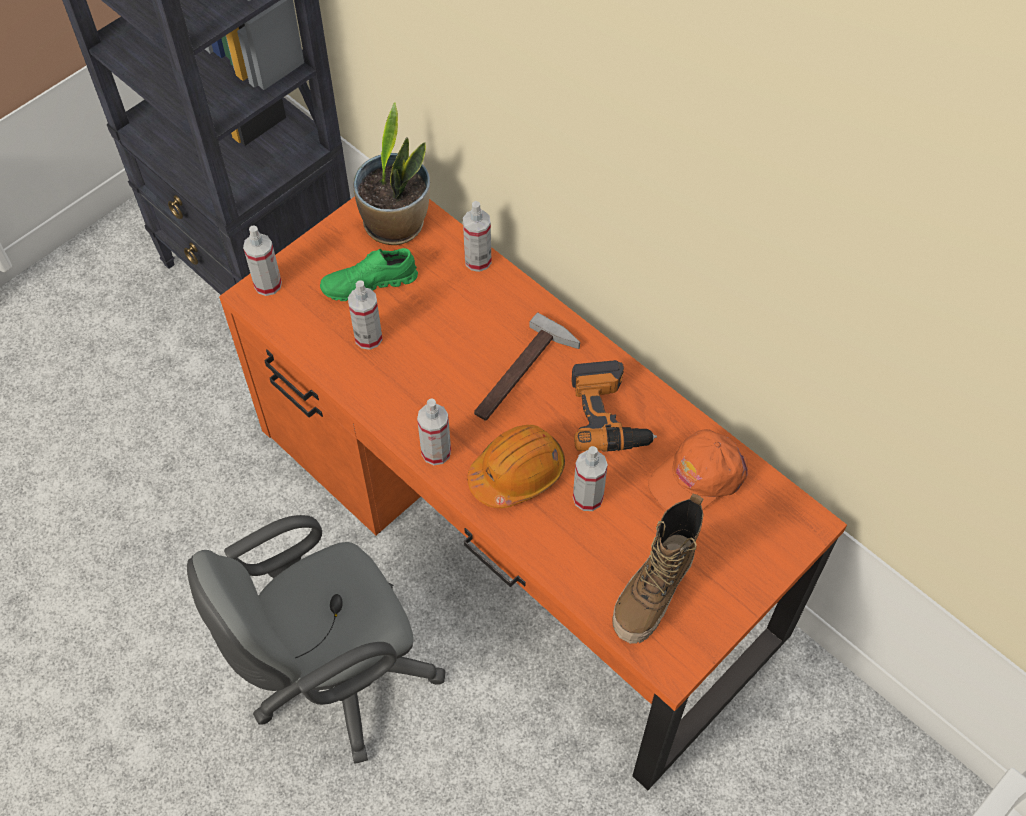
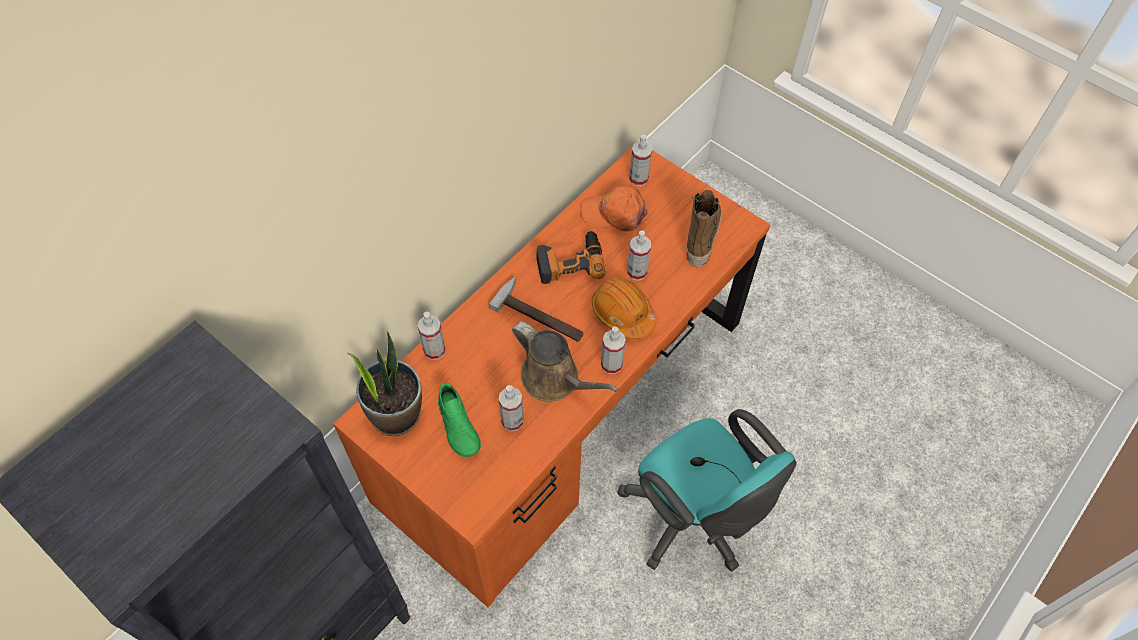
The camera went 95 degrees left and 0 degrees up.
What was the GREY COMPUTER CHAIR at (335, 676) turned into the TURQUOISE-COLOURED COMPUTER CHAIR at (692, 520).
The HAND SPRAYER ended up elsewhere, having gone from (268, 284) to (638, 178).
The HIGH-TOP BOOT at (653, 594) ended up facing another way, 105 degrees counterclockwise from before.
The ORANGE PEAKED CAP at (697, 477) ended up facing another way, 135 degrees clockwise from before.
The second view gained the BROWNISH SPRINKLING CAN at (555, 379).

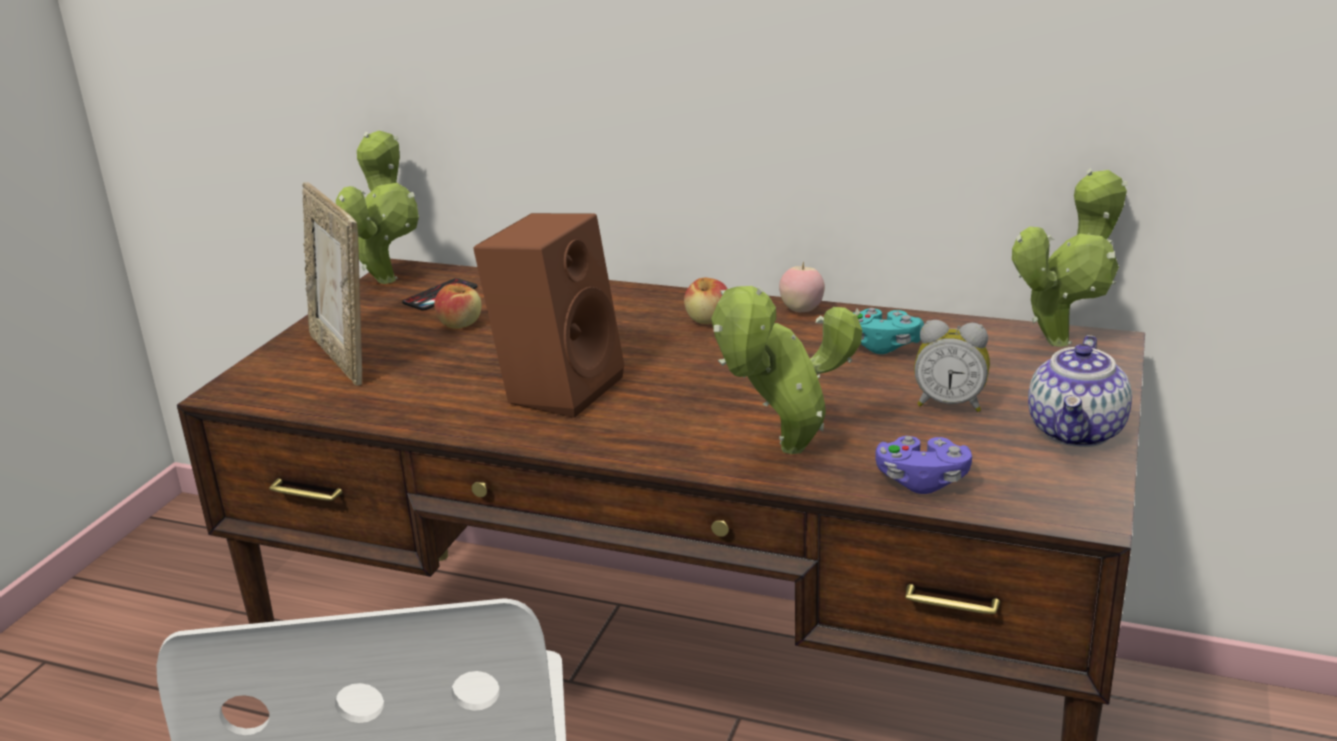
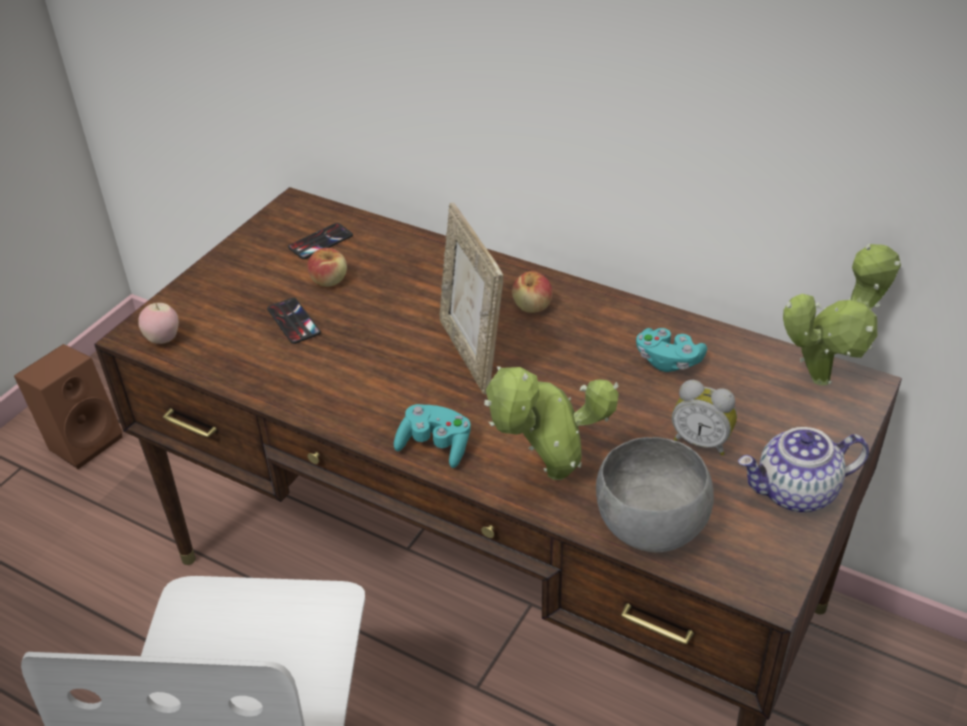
The camera went 10 degrees right and 15 degrees up.
The PICTURE FRAME ended up elsewhere, having gone from (344, 357) to (471, 353).
The second view lost the PLANT IN A POT at (387, 277).
The BROWNISH SPEAKER ended up elsewhere, having gone from (558, 387) to (84, 440).
The WHOLE APPLE ended up elsewhere, having gone from (801, 310) to (163, 339).
Where the PURPLE GAMEPAD stood at (922, 481), the GREY DEEP DISH came to stand at (648, 529).
The TEAPOT at (1077, 432) ended up facing another way, 45 degrees clockwise from before.
The second view gained the PHONE at (293, 321).
The second view gained the TURQUOISE-COLOURED GAMEPAD at (435, 446).

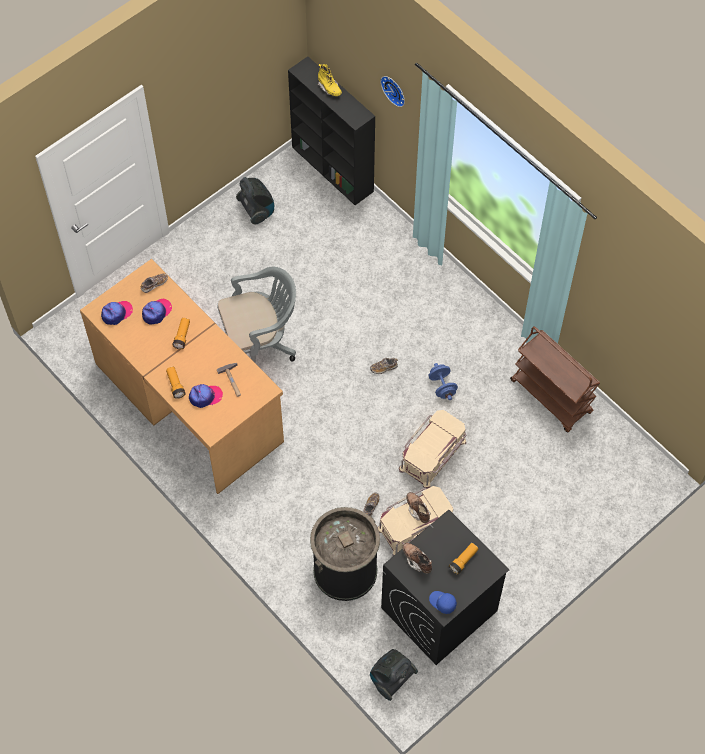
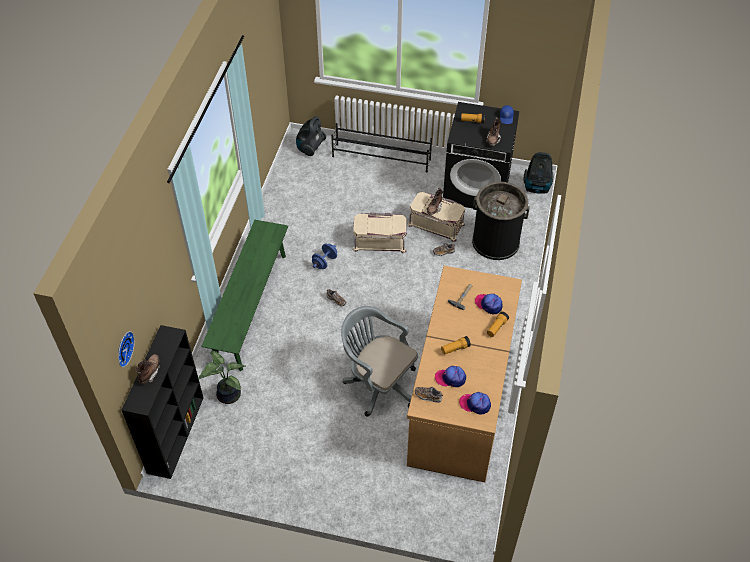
The camera went 125 degrees left and 10 degrees down.
The VACUUM ended up elsewhere, having gone from (257, 210) to (310, 148).
What was the YELLOWISH HIGH-TOP BOOT at (329, 88) turned into the BROWNISH HIGH-TOP BOOT at (150, 372).
The HANGING CLOCK ended up elsewhere, having gone from (394, 89) to (123, 348).
The second view lost the BROWNISH TROLLEY at (551, 397).
The second view gained the PLANT IN A POT at (227, 395).
The second view gained the GREEN INDOOR BENCH at (251, 308).
The second view gained the BLACK SHOE SHELF at (381, 158).

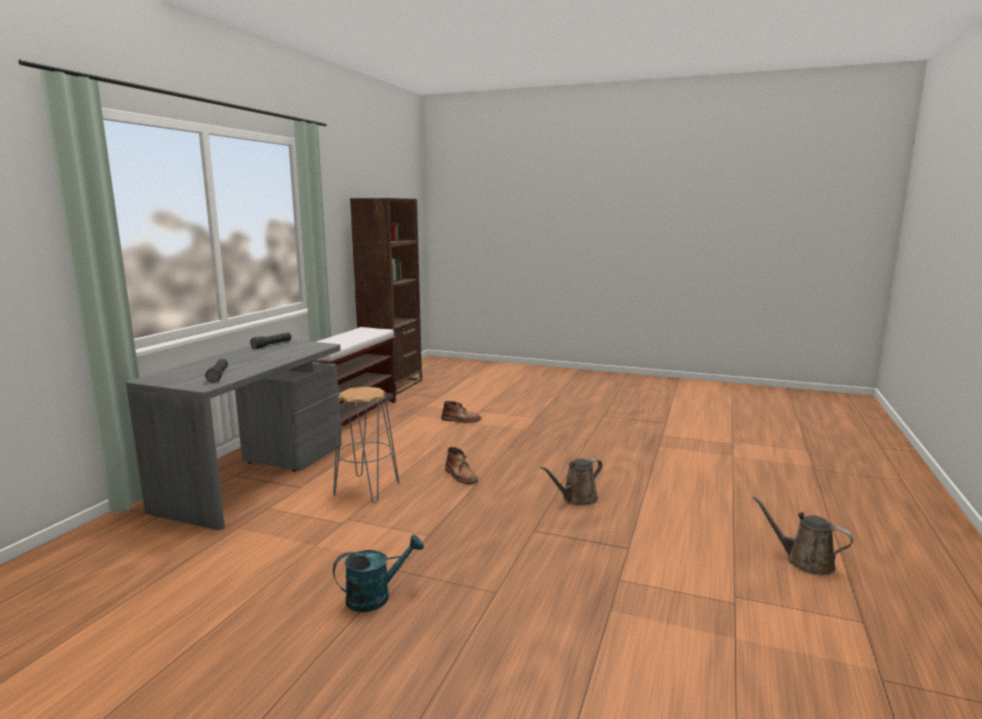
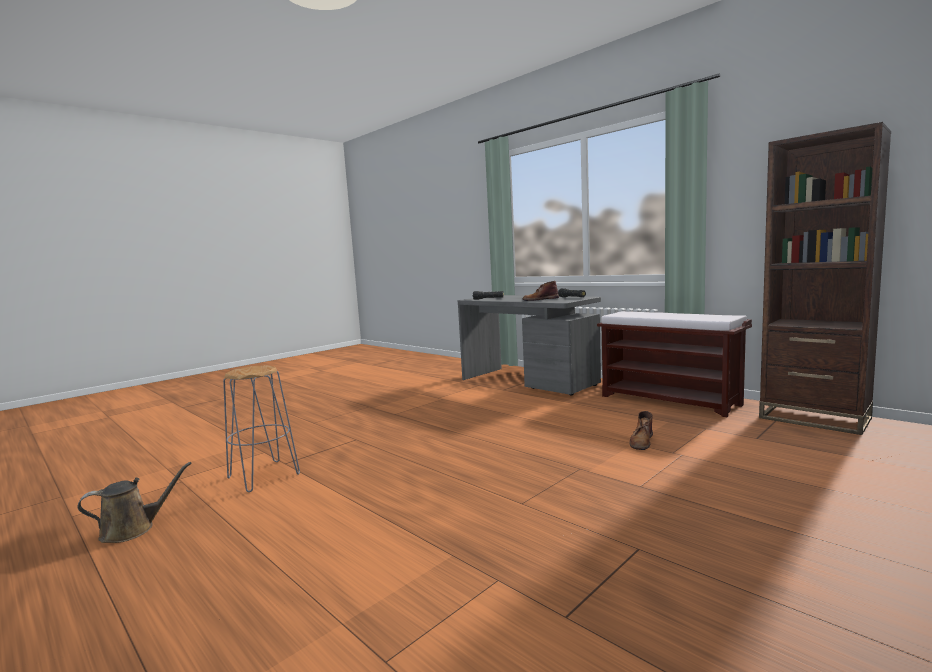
The camera went 115 degrees right and 5 degrees down.
The GREY SITTING STOOL ended up elsewhere, having gone from (366, 489) to (263, 476).
The second view lost the TURQUOISE-COLOURED SPRINKLING CAN at (376, 596).
The BROWNISH HIGH-TOP BOOT ended up elsewhere, having gone from (461, 476) to (540, 299).
The second view lost the BROWNISH SPRINKLING CAN at (576, 499).

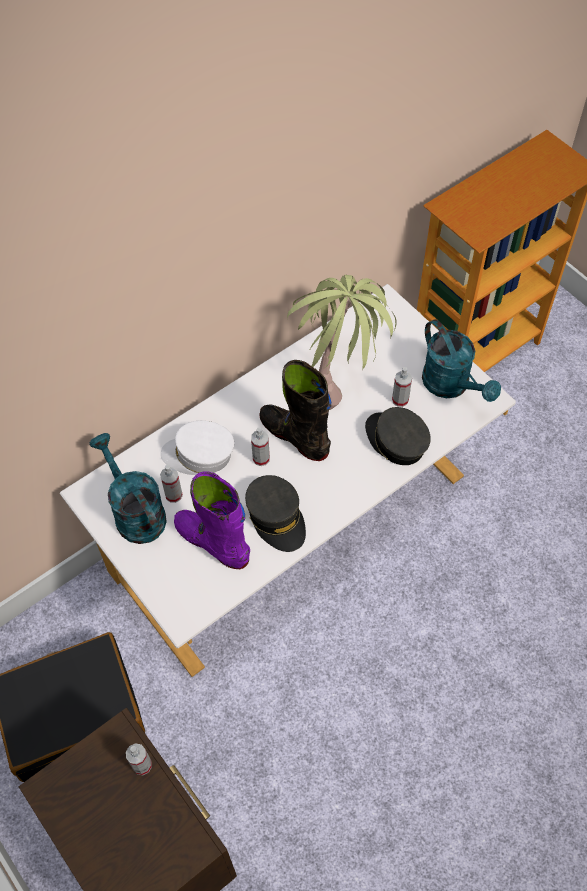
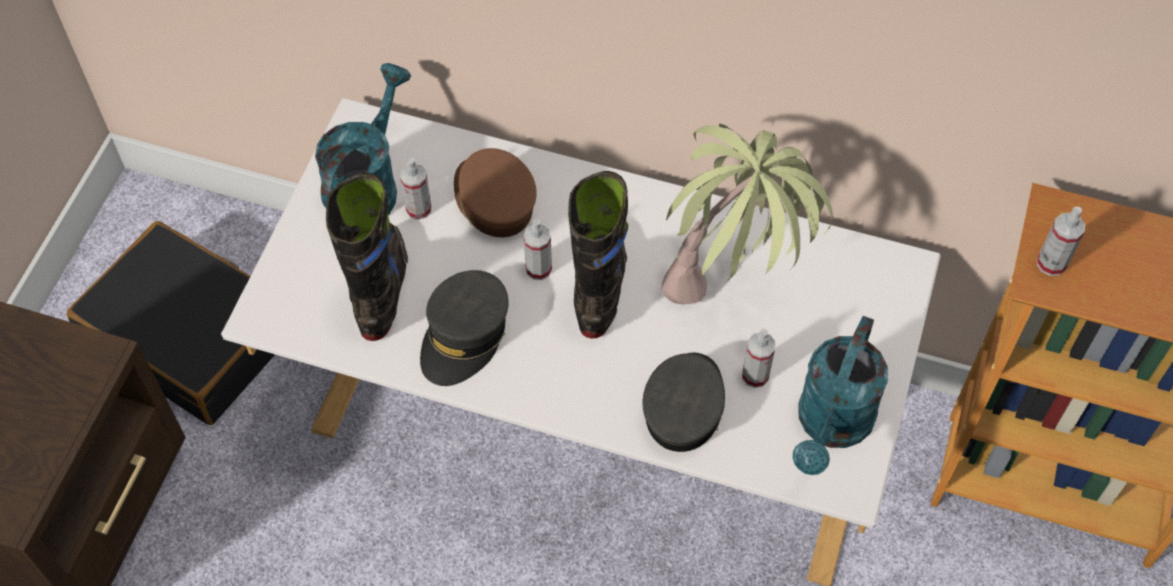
The camera went 55 degrees right and 0 degrees up.
The HAND SPRAYER ended up elsewhere, having gone from (142, 765) to (1051, 263).
What was the WHITE-COLOURED PEAKED CAP at (199, 455) turned into the BROWNISH PEAKED CAP at (493, 201).
What was the PURPLE HIGH-TOP BOOT at (213, 543) turned into the BLACK HIGH-TOP BOOT at (382, 289).

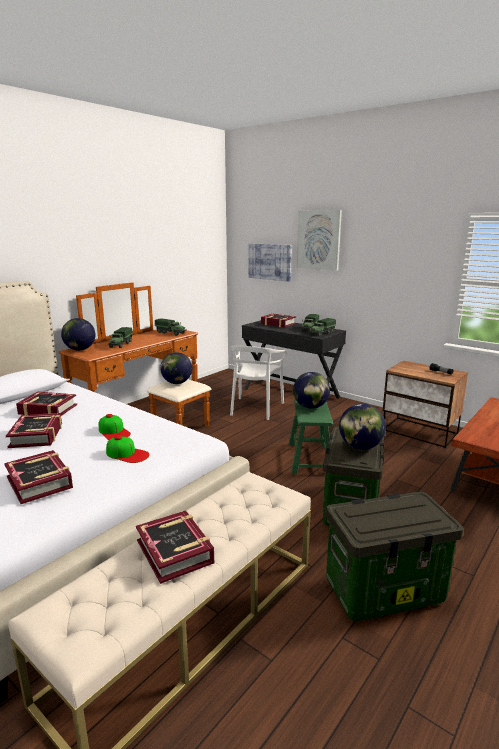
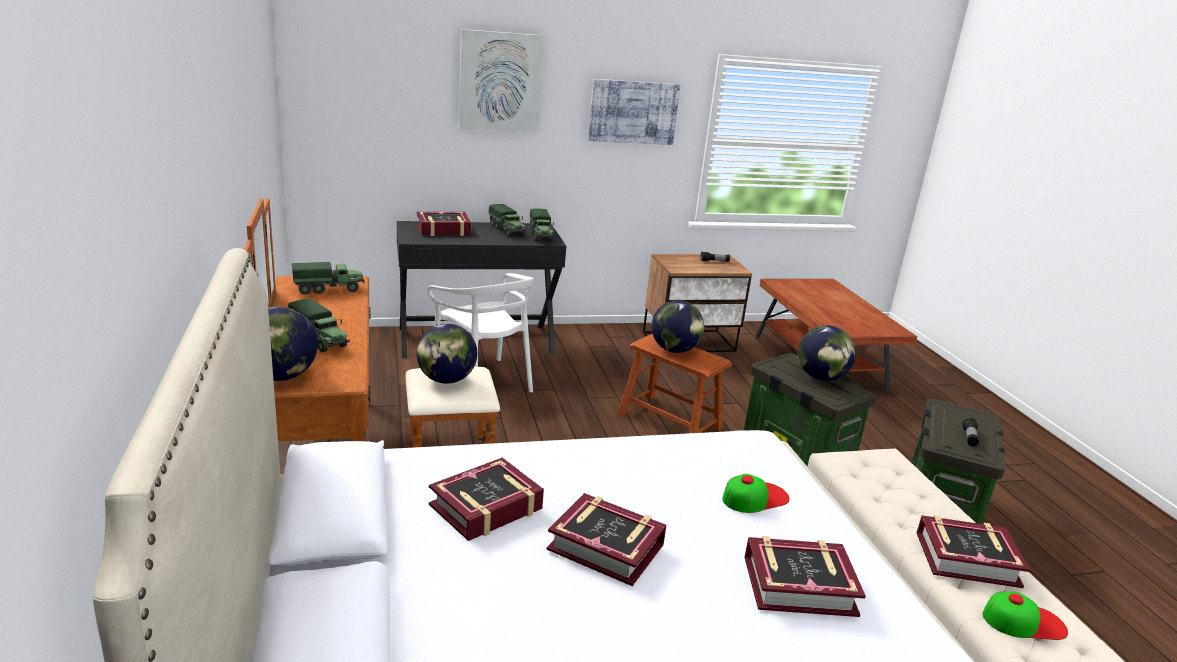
The camera went 55 degrees left and 5 degrees up.
The PEAKED CAP ended up elsewhere, having gone from (114, 432) to (1024, 621).
The PICTURE ended up elsewhere, having gone from (270, 262) to (633, 112).
What was the GREEN SITTING STOOL at (309, 458) turned into the BROWNISH SITTING STOOL at (670, 421).
The second view gained the FLASHLIGHT at (969, 437).

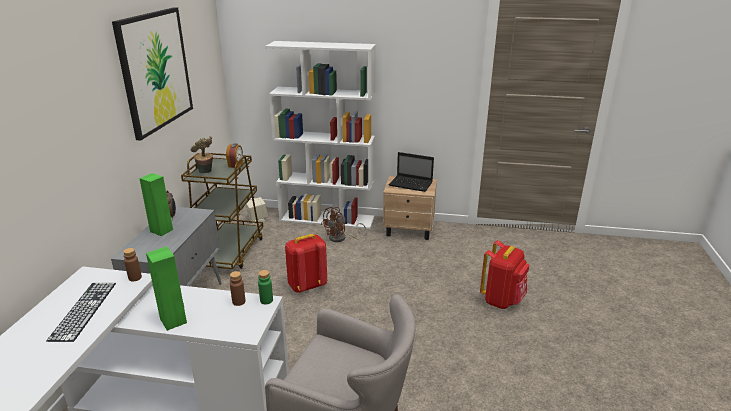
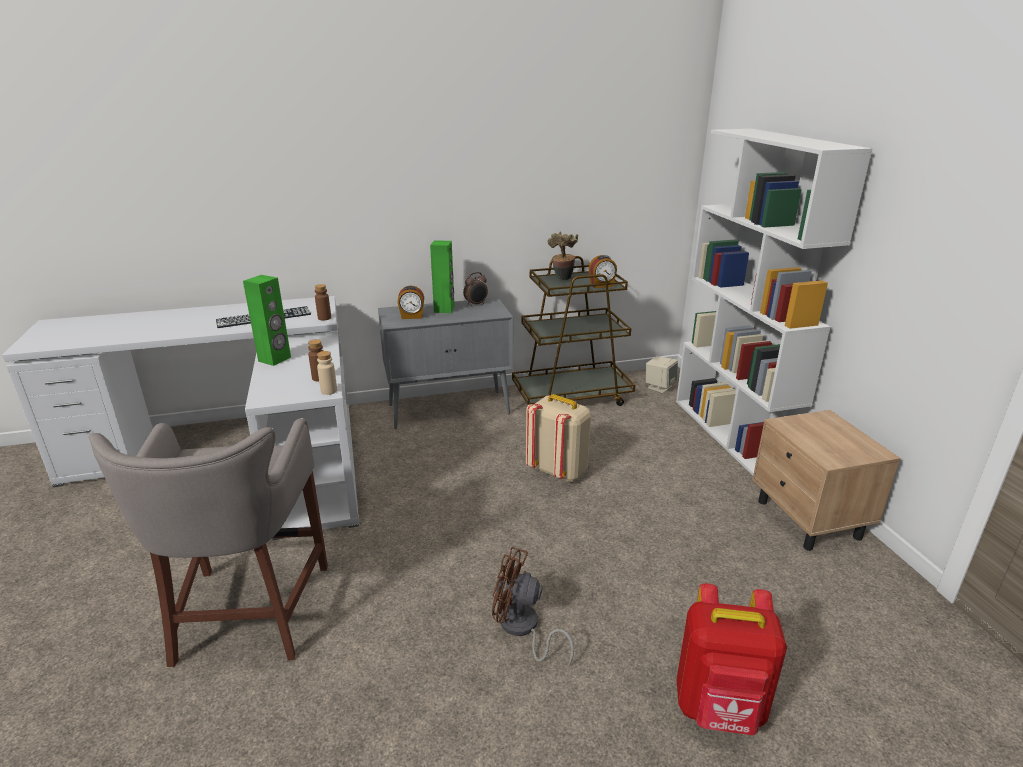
The camera went 65 degrees right and 0 degrees up.
The second view lost the PICTURE at (155, 70).
What was the GREEN BEVERAGE BOTTLE at (266, 300) turned into the SAND-COLOURED BEVERAGE BOTTLE at (329, 391).
What was the RED-COLOURED BACKPACK at (307, 285) turned into the SAND-COLOURED BACKPACK at (558, 471).
The BROWNISH COOLING FAN ended up elsewhere, having gone from (341, 238) to (522, 629).
The second view lost the PORTABLE COMPUTER at (411, 184).
The second view gained the BEDSIDE CLOCK at (412, 316).

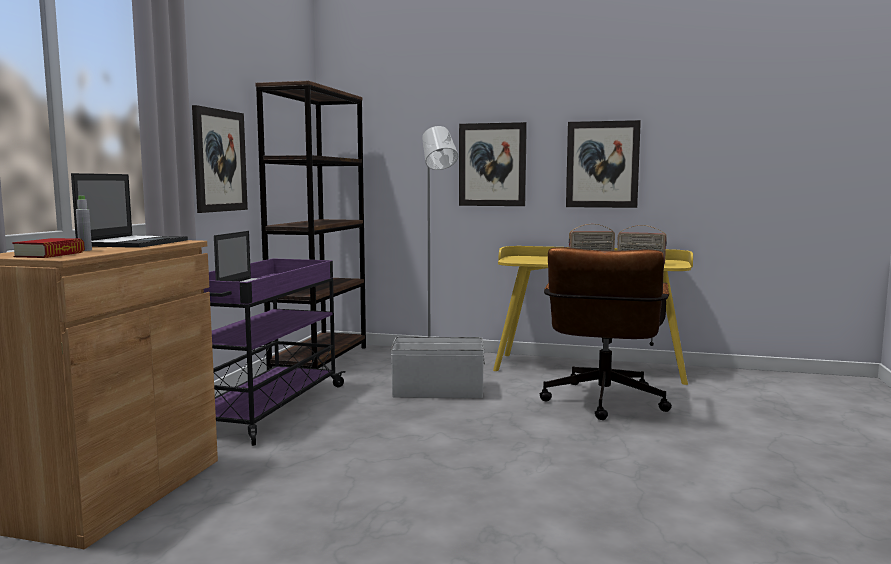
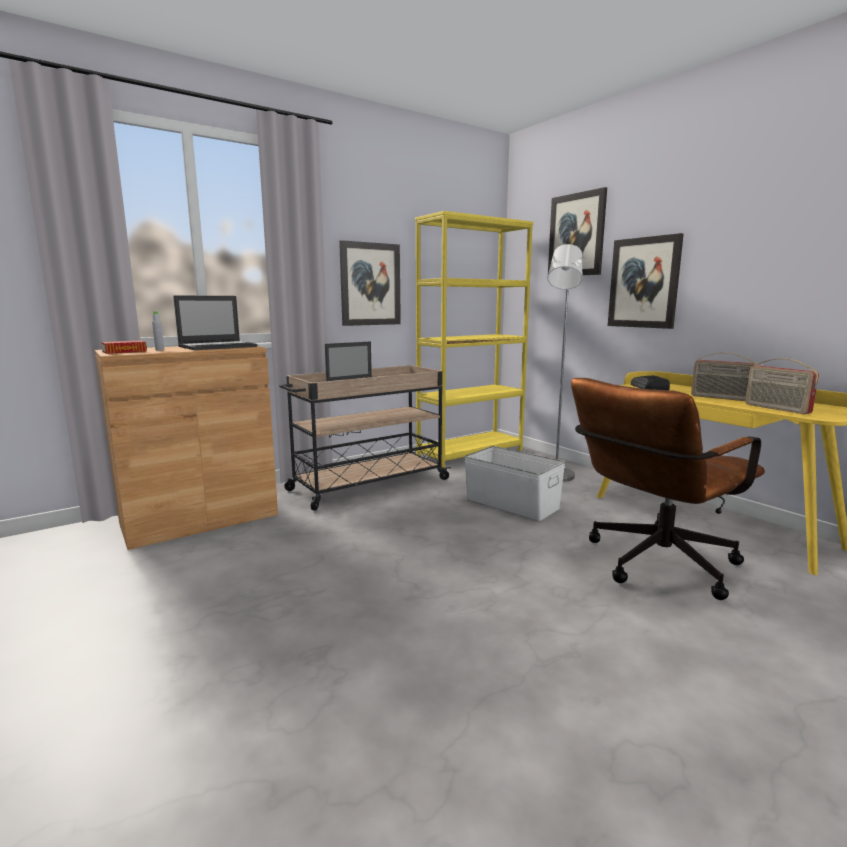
The camera went 40 degrees right and 5 degrees up.
What was the PURPLE TROLLEY at (265, 410) turned into the SAND-COLOURED TROLLEY at (367, 485).
What was the BROWNISH BOOKCASE at (320, 359) turned into the YELLOWISH BOOKCASE at (470, 453).
The PICTURE ended up elsewhere, having gone from (602, 164) to (576, 235).
The second view gained the RADIO at (650, 388).

